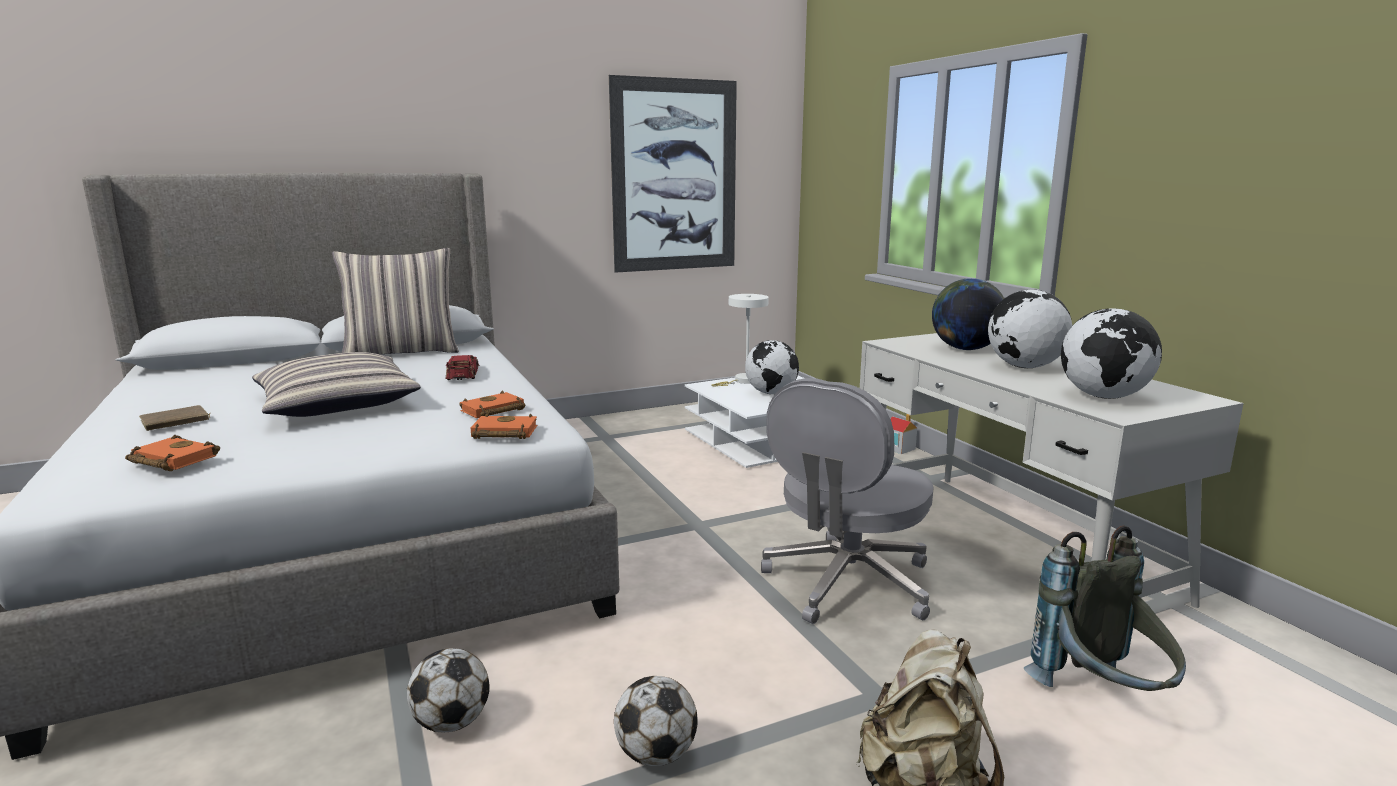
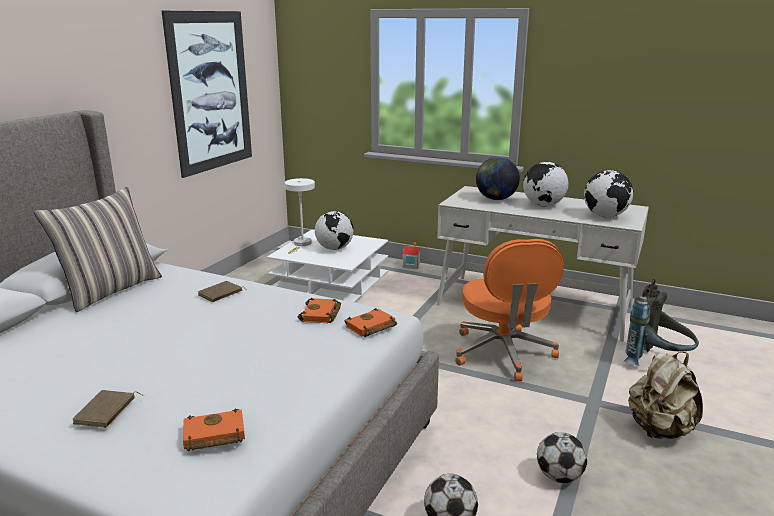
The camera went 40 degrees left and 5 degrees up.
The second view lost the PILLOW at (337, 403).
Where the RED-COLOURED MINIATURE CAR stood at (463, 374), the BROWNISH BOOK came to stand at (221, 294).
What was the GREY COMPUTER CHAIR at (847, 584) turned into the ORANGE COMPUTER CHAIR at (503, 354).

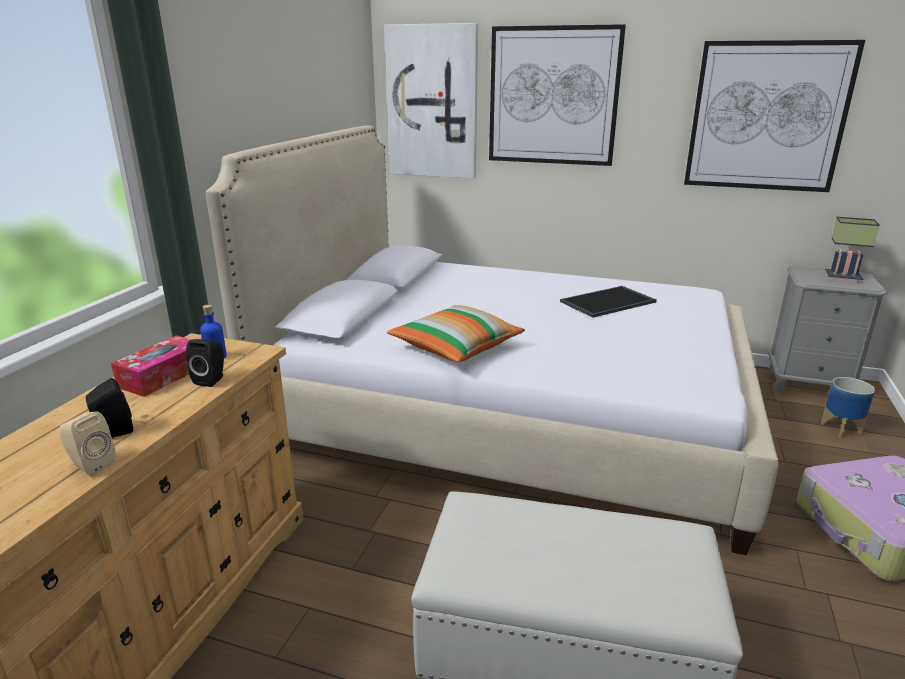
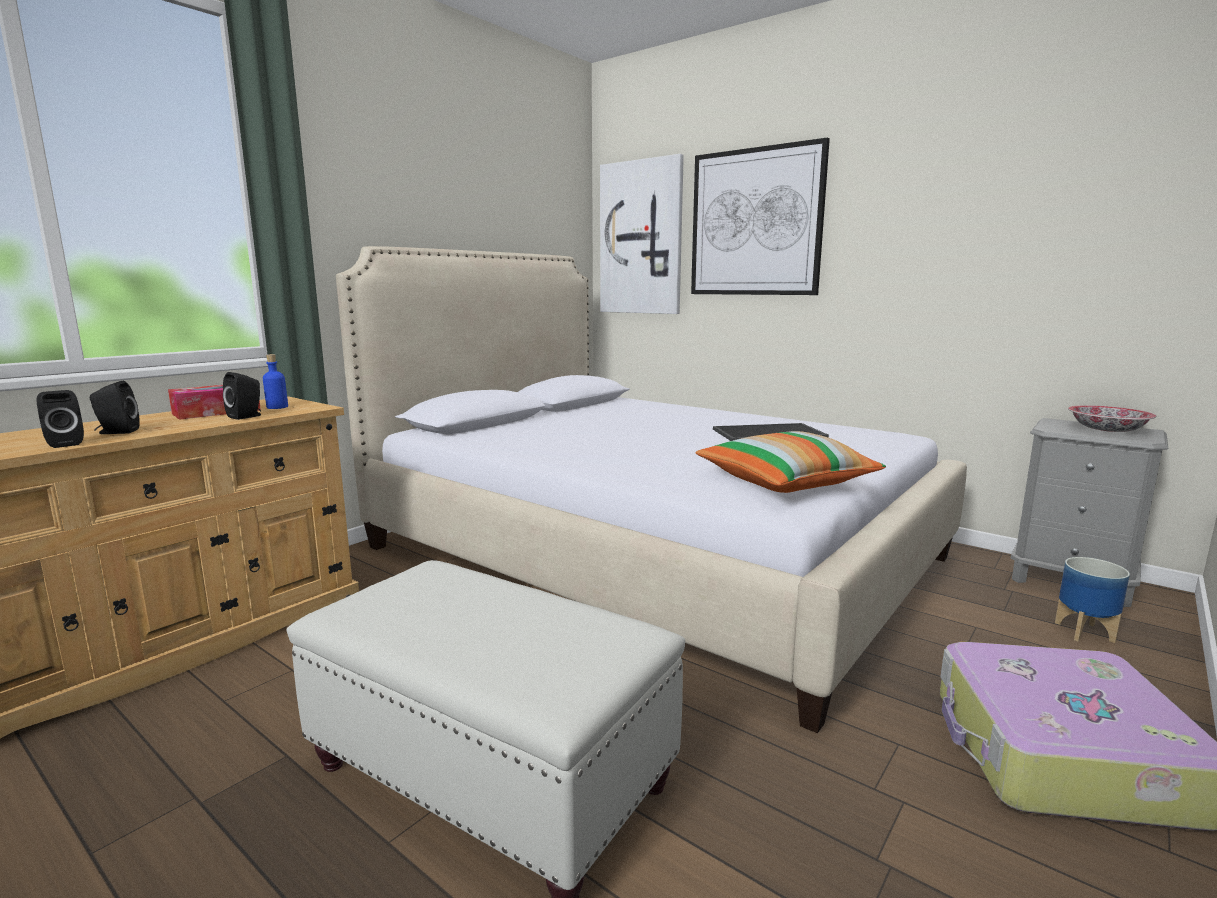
The camera went 20 degrees right and 10 degrees down.
What was the SAND-COLOURED SPEAKER at (90, 465) turned into the BLACK SPEAKER at (65, 443).
The PILLOW ended up elsewhere, having gone from (456, 348) to (785, 483).
The second view lost the PICTURE at (767, 117).
Where the TABLETOP LAMP stood at (841, 278), the DEEP DISH came to stand at (1106, 430).

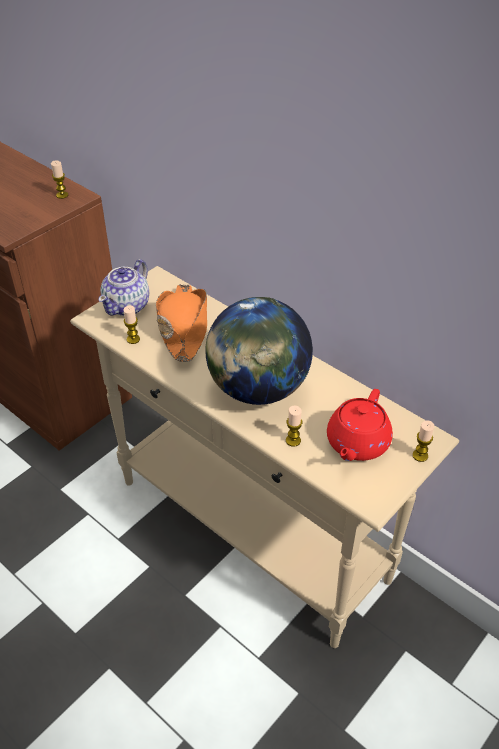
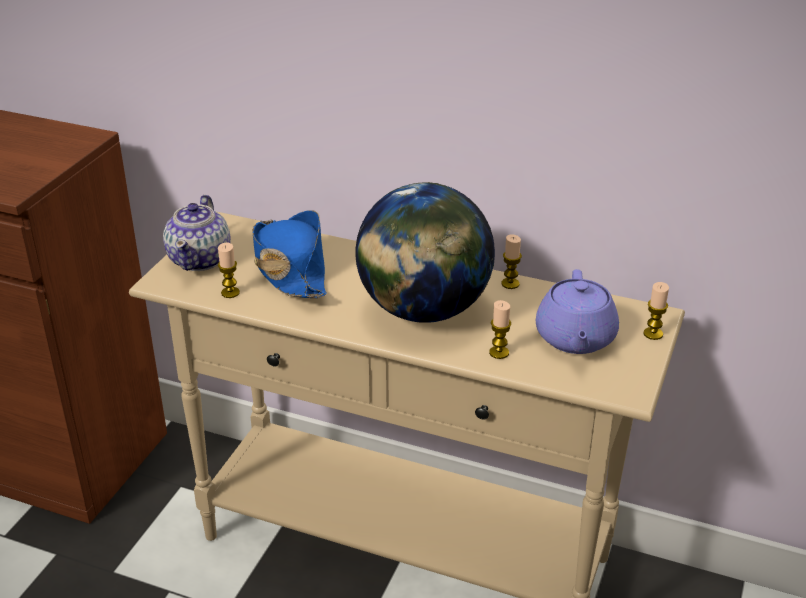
The camera went 20 degrees left and 10 degrees down.
The CANDLE ended up elsewhere, having gone from (62, 195) to (510, 284).
What was the ORANGE WEARABLE HAT at (183, 328) turned into the BLUE-COLOURED WEARABLE HAT at (290, 268).
What was the RED-COLOURED TEAPOT at (357, 443) turned into the PURPLE TEAPOT at (575, 338).

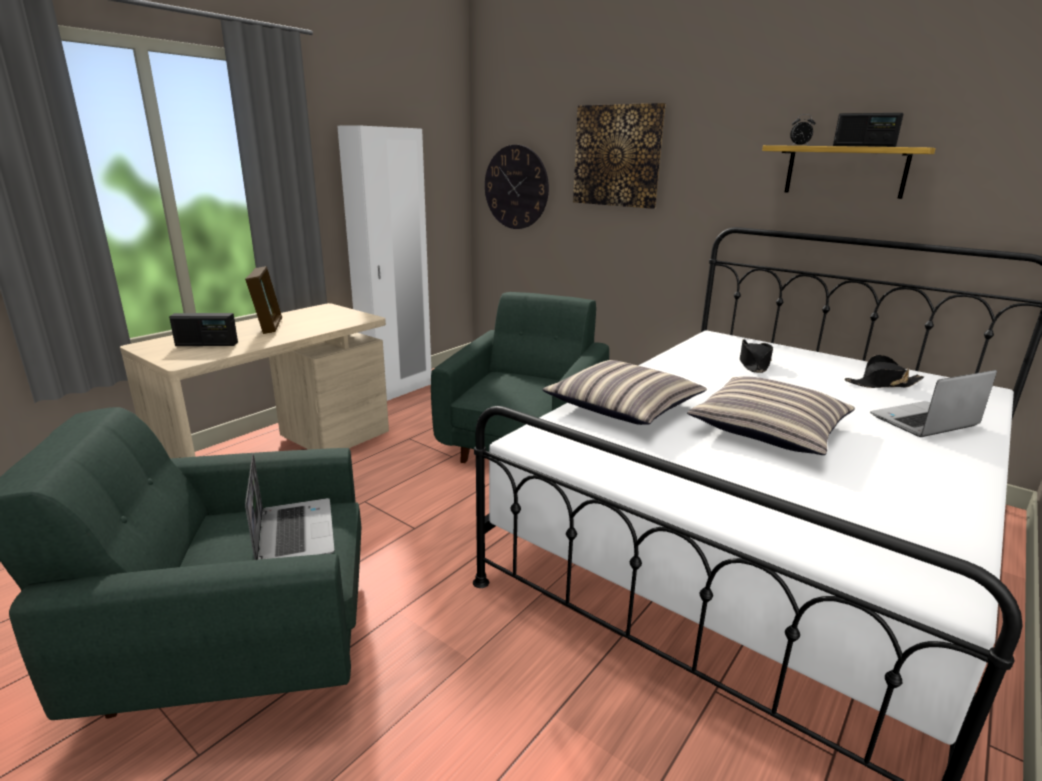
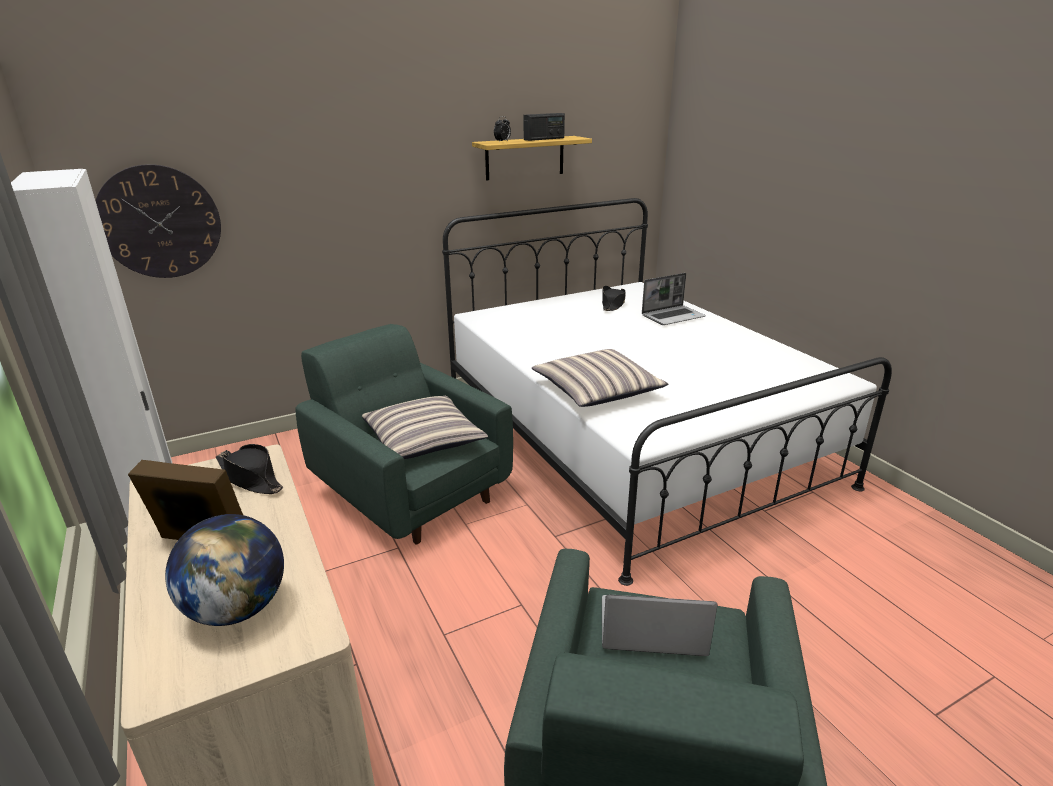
The camera went 65 degrees left and 5 degrees up.
Where the RADIO stood at (206, 344), the WORLD GLOBE came to stand at (237, 608).
The second view lost the PICTURE at (617, 156).
The PILLOW ended up elsewhere, having gone from (768, 429) to (423, 439).
The BLACK WEARABLE HAT ended up elsewhere, having gone from (753, 364) to (250, 478).
The PORTABLE COMPUTER at (923, 422) ended up facing another way, 120 degrees counterclockwise from before.

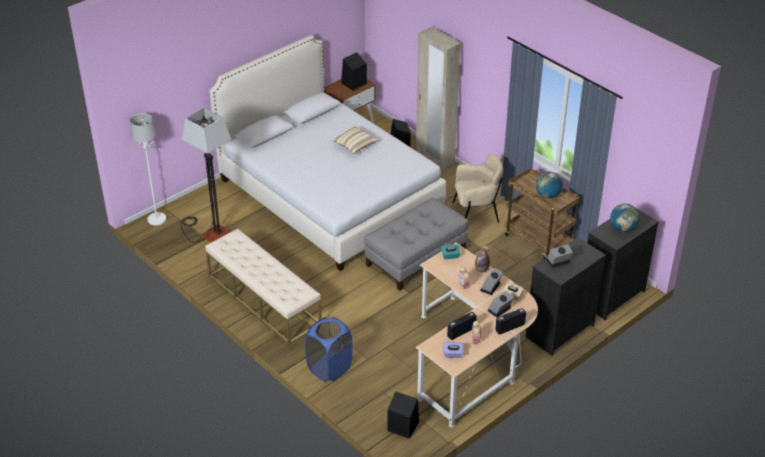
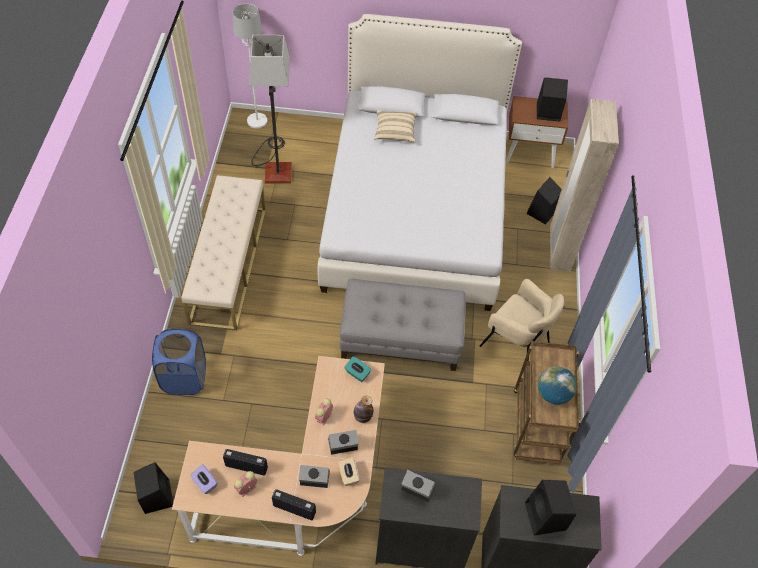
The camera went 45 degrees right and 15 degrees up.
The SAND-COLOURED PILLOW ended up elsewhere, having gone from (354, 145) to (395, 132).
Where the WORLD GLOBE stood at (622, 228), the BLACK SPEAKER came to stand at (546, 517).

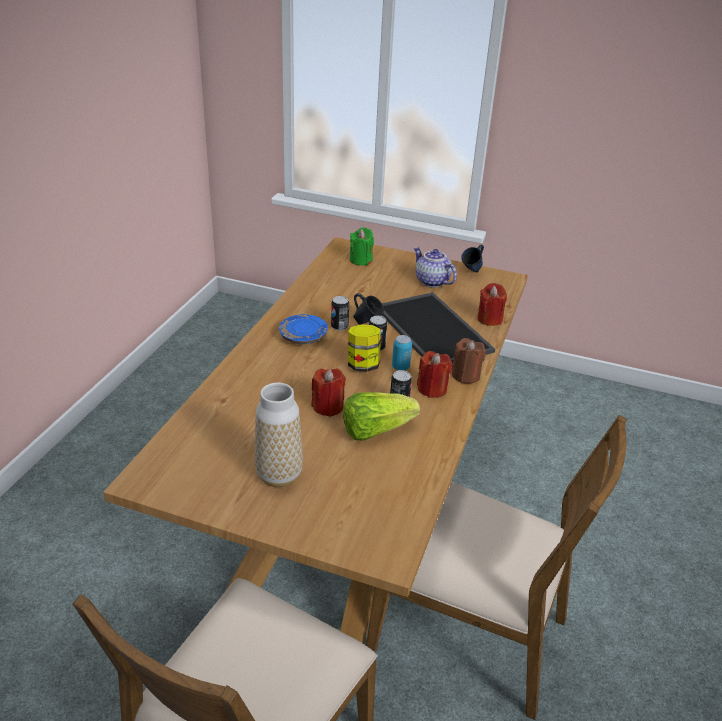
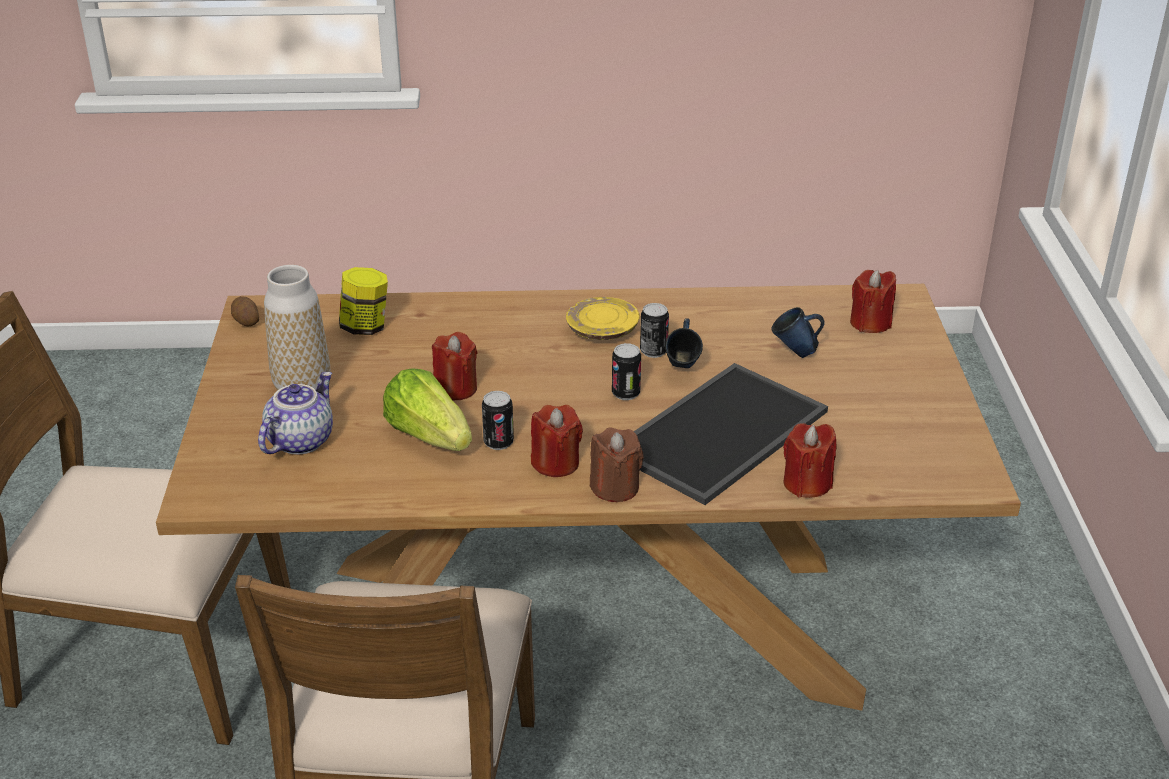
The camera went 70 degrees right and 0 degrees up.
What was the BLUE-COLOURED DINNER PLATE at (303, 337) turned into the YELLOWISH DINNER PLATE at (602, 330).
The PRESERVE JAR ended up elsewhere, having gone from (363, 365) to (365, 327).
What was the GREEN CANDLE at (361, 260) turned into the RED-COLOURED CANDLE at (870, 323).
The second view lost the METAL CAN at (400, 367).
The TEAPOT ended up elsewhere, having gone from (431, 281) to (299, 440).
The BLUE-COLOURED MUG ended up elsewhere, having gone from (472, 273) to (795, 353).
The second view gained the POTATO at (246, 321).

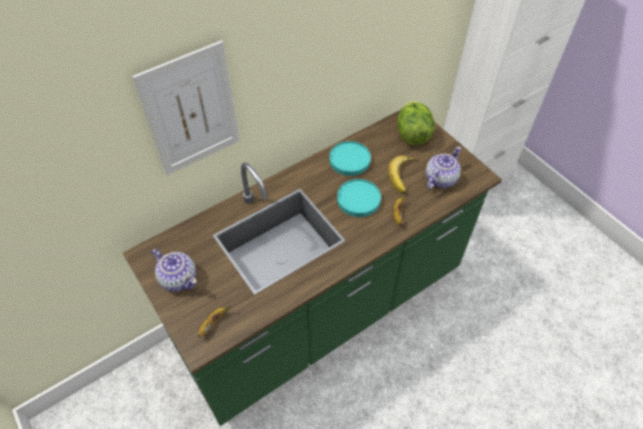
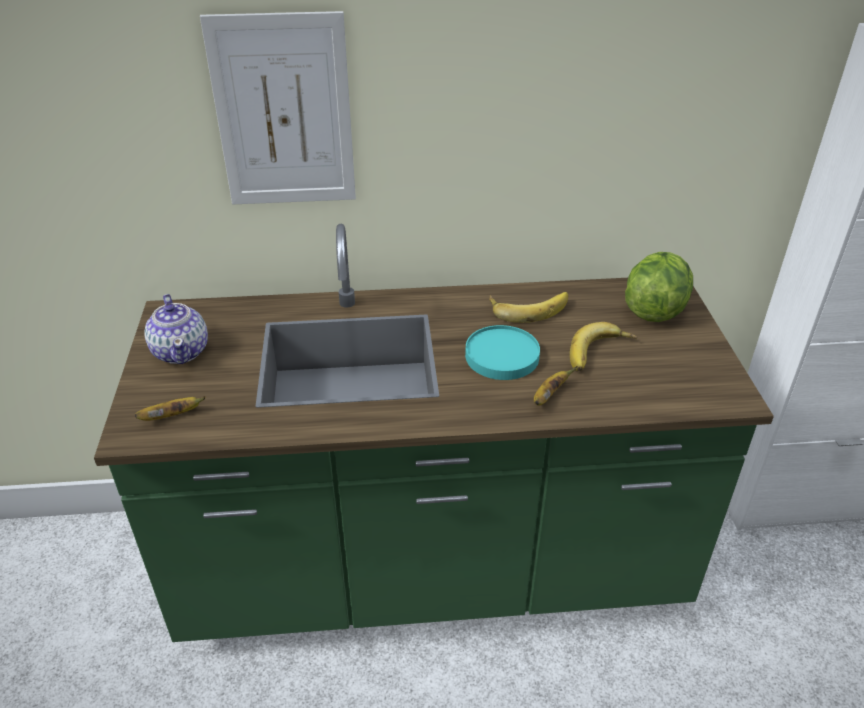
The camera went 30 degrees right and 15 degrees down.
Where the TURQUOISE-COLOURED DINNER PLATE stood at (349, 160), the WHOLE BANANA came to stand at (528, 307).
The second view lost the TEAPOT at (440, 179).

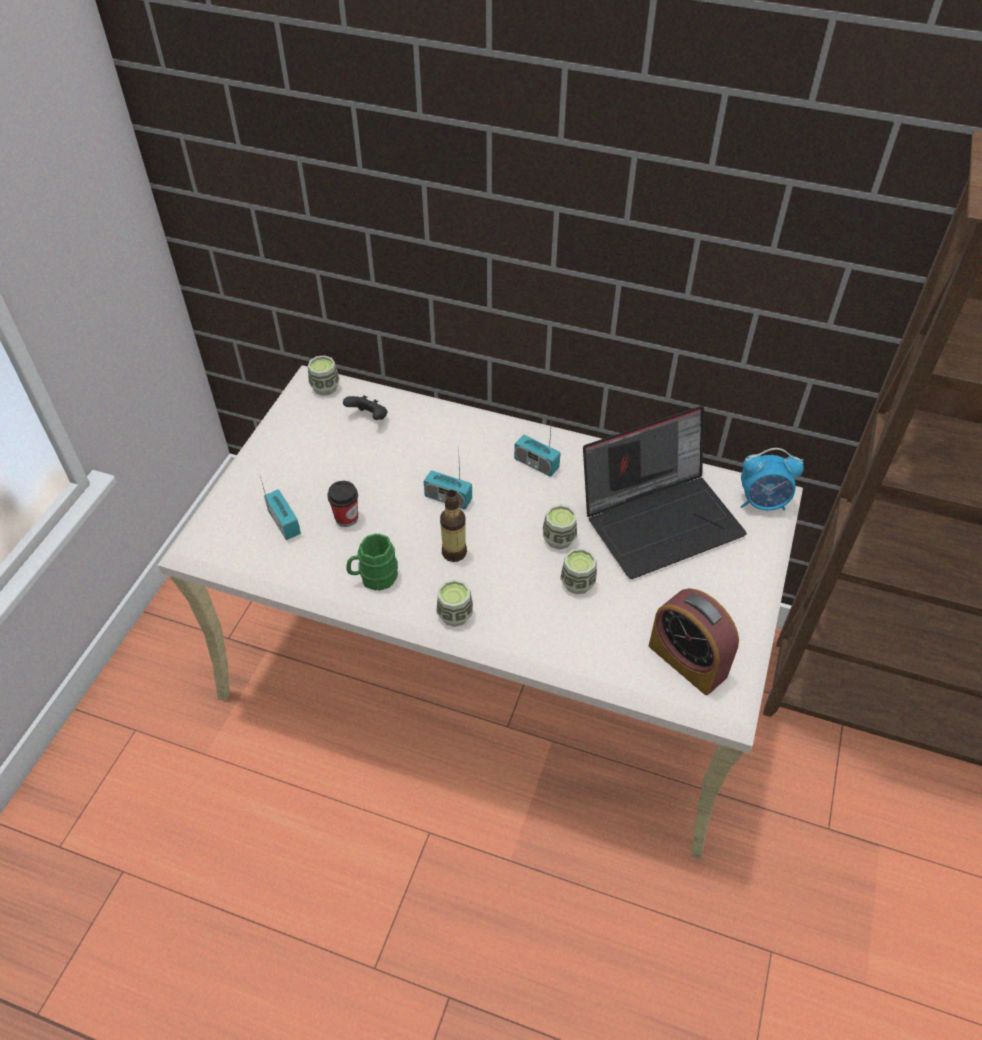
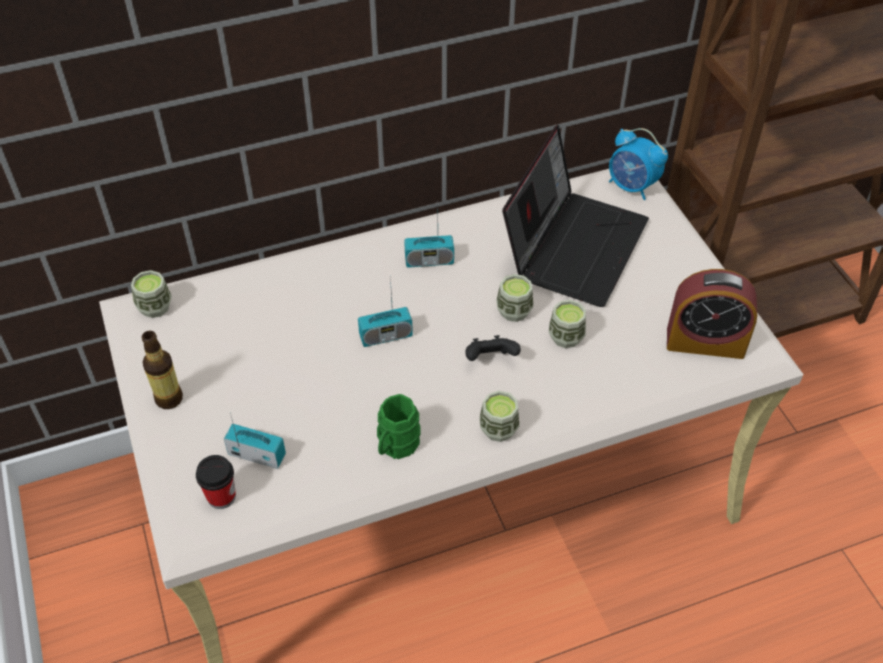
The camera went 40 degrees left and 0 degrees up.
The DRINKING CUP ended up elsewhere, having gone from (346, 518) to (221, 496).
The BLACK GAMEPAD ended up elsewhere, having gone from (369, 418) to (490, 359).
The BEVERAGE BOTTLE ended up elsewhere, having gone from (454, 553) to (169, 399).
The BEDSIDE CLOCK at (763, 502) ended up facing another way, 75 degrees clockwise from before.

